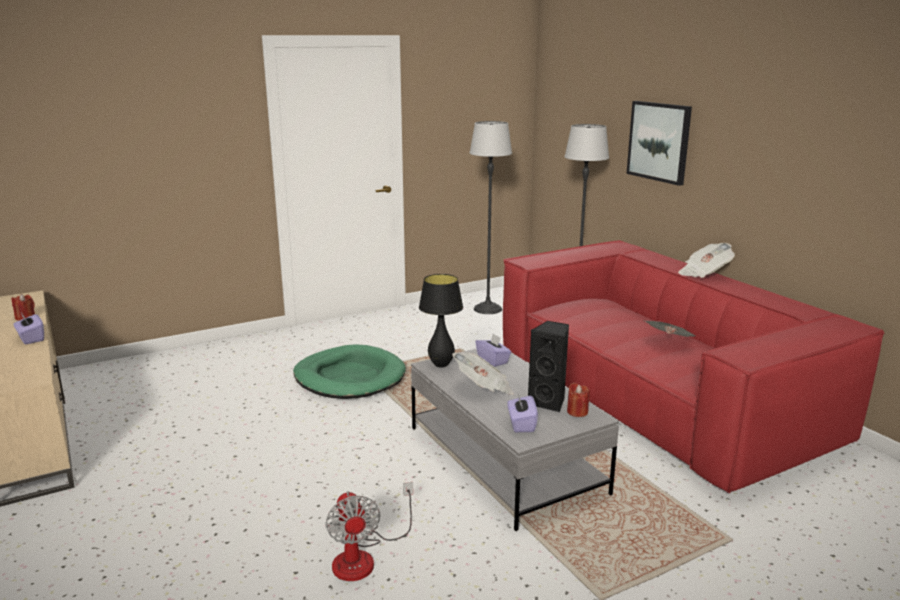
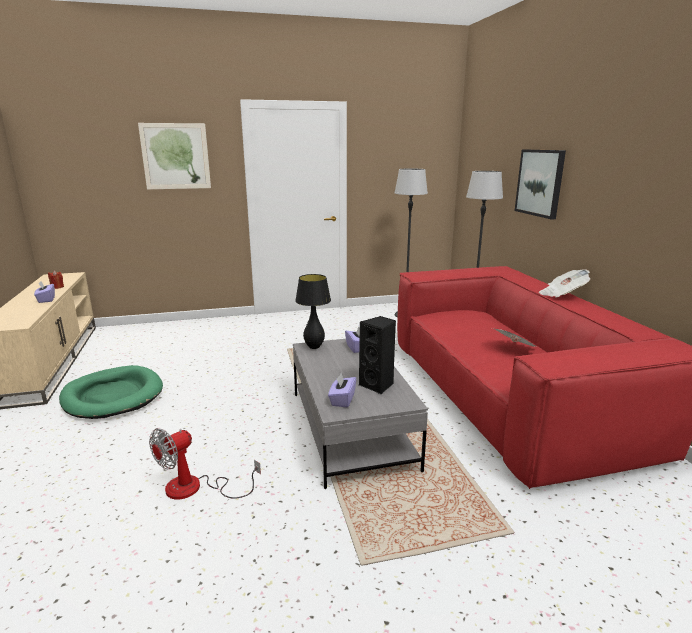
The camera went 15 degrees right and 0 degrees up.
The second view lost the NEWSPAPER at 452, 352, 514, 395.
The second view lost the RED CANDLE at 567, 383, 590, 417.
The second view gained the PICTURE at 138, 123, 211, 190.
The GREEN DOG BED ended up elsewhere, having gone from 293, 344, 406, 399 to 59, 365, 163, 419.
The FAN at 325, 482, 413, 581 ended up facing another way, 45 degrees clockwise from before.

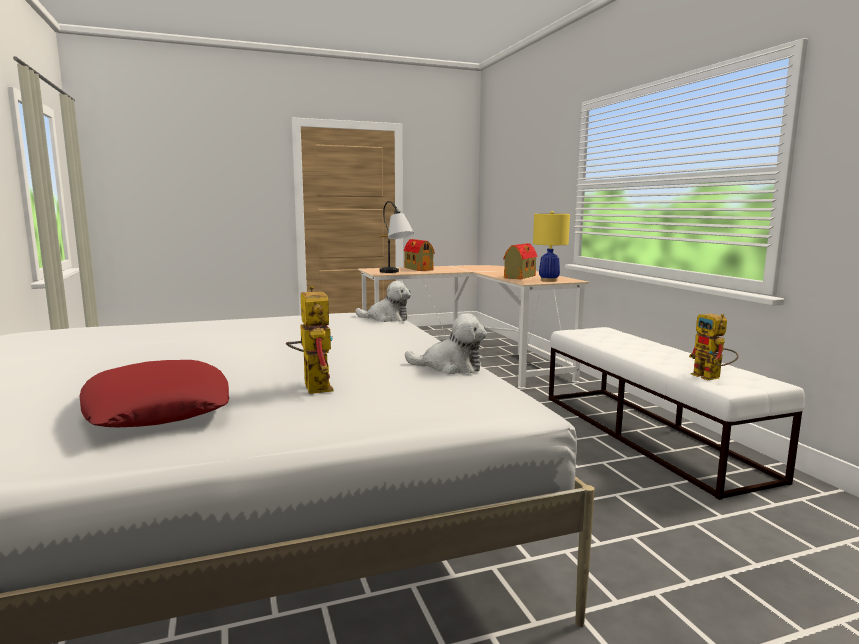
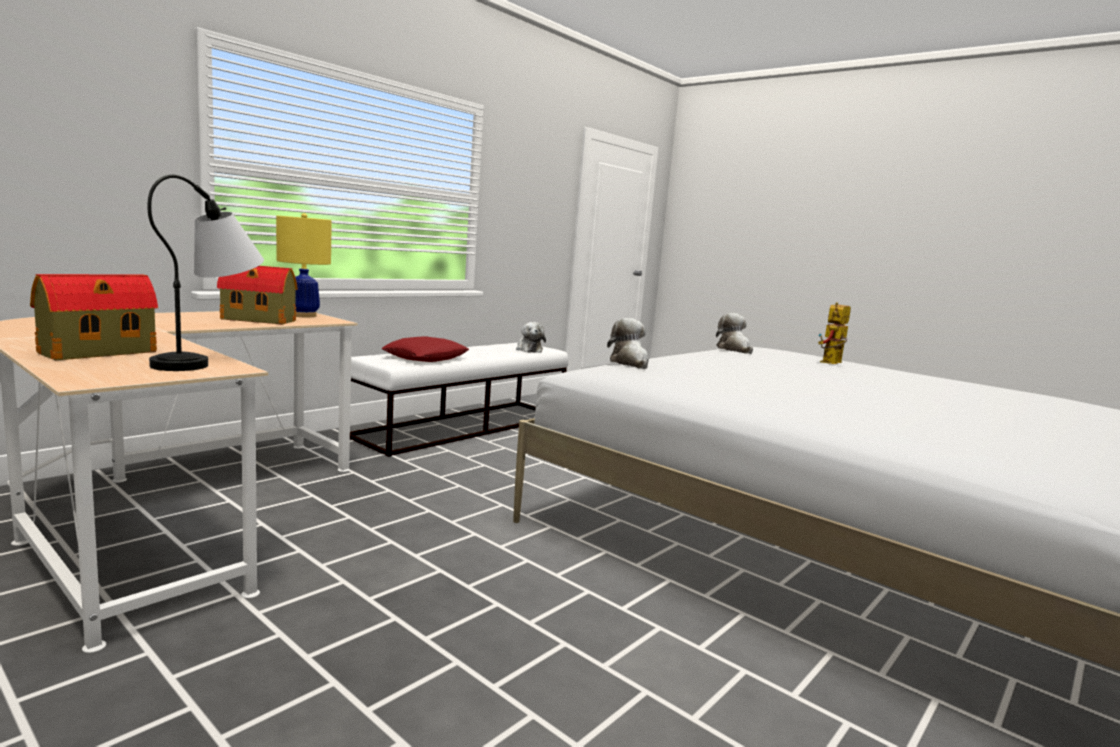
The camera went 120 degrees left and 0 degrees up.
The RED PILLOW ended up elsewhere, having gone from 79, 360, 229, 427 to 381, 336, 469, 362.
Where the TOY ROBOT stood at 689, 314, 739, 380, the PLUSH TOY came to stand at 516, 322, 546, 353.

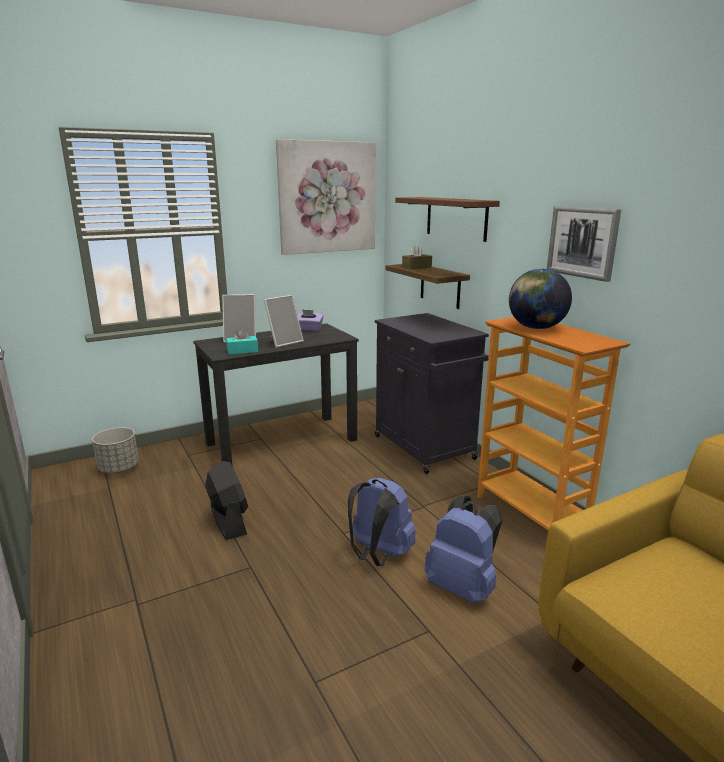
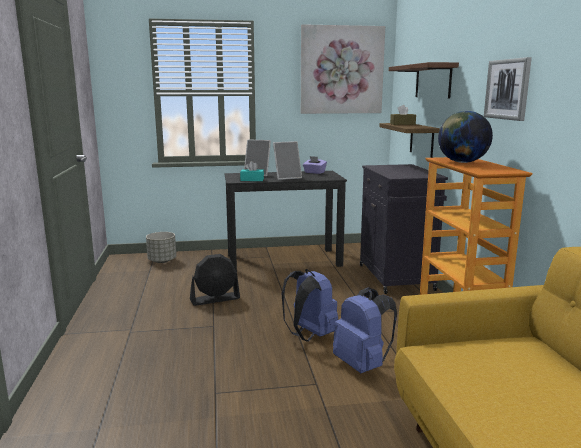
The camera went 20 degrees right and 5 degrees down.
The BLACK FAN at 205, 461, 248, 540 ended up facing another way, 75 degrees clockwise from before.

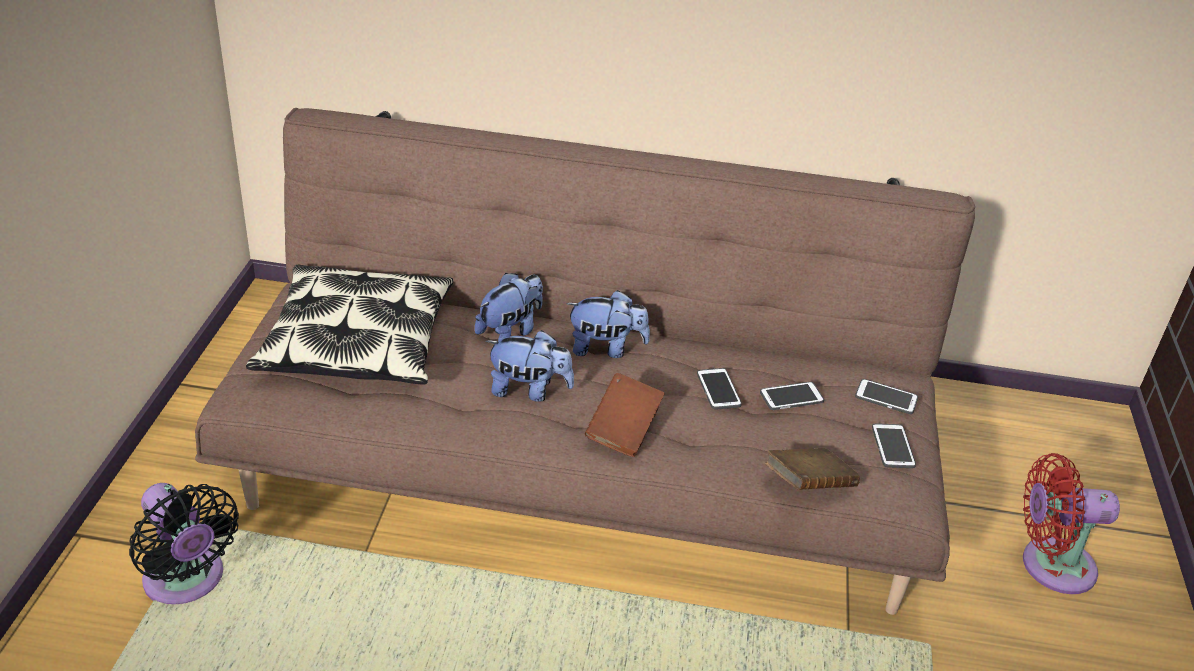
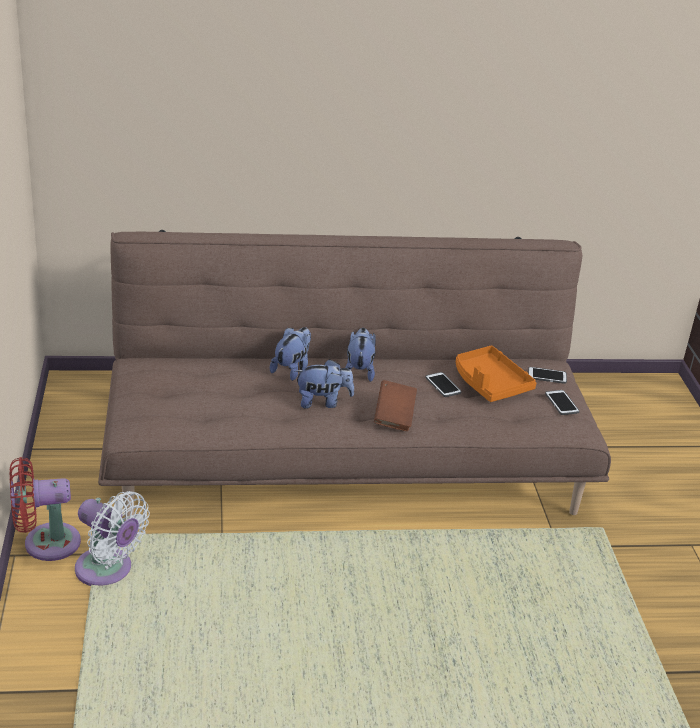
The camera went 15 degrees left and 5 degrees down.
The second view lost the PILLOW at 246, 265, 454, 385.
The second view lost the BROWN BOOK at 765, 448, 860, 490.
The RED FAN ended up elsewhere, having gone from 1023, 453, 1120, 594 to 9, 457, 81, 561.
Where the PHONE stood at 760, 382, 824, 410, the ORANGE TRAY came to stand at 456, 346, 536, 402.
What was the BLACK FAN at 129, 483, 239, 604 turned into the WHITE FAN at 75, 491, 150, 586.
The PLUSH TOY at 566, 290, 650, 358 ended up facing another way, 75 degrees counterclockwise from before.

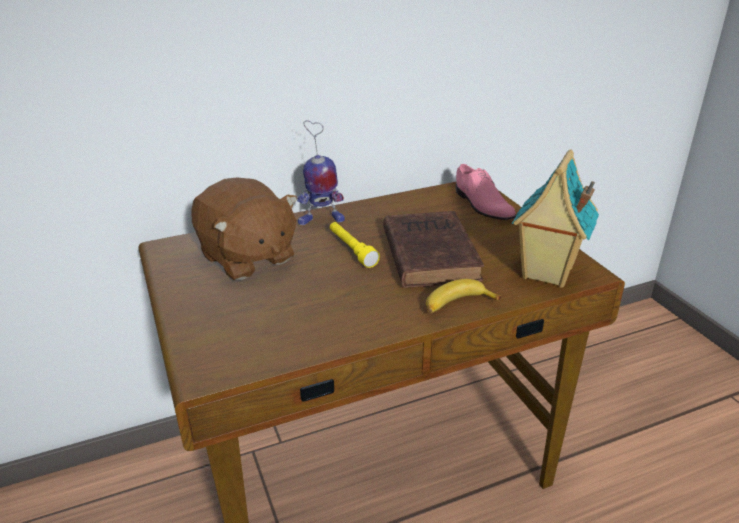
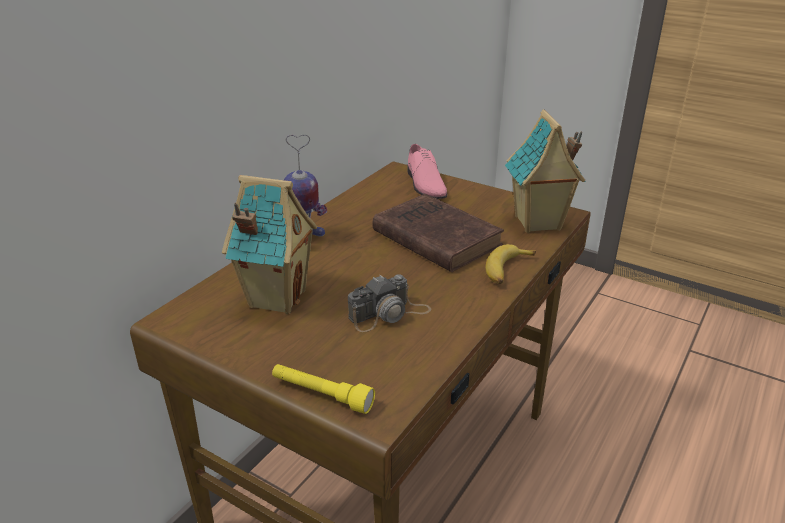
The camera went 35 degrees left and 0 degrees up.
The second view gained the PHOTO CAMERA at 348, 274, 431, 332.
The YELLOW FLASHLIGHT ended up elsewhere, having gone from 330, 222, 380, 268 to 272, 364, 375, 414.
Where the BROWN PLUSH TOY stood at 191, 177, 298, 280, the TOY HOUSE came to stand at 222, 175, 317, 314.
The PINK SHOE at 456, 164, 516, 220 ended up facing another way, 45 degrees clockwise from before.

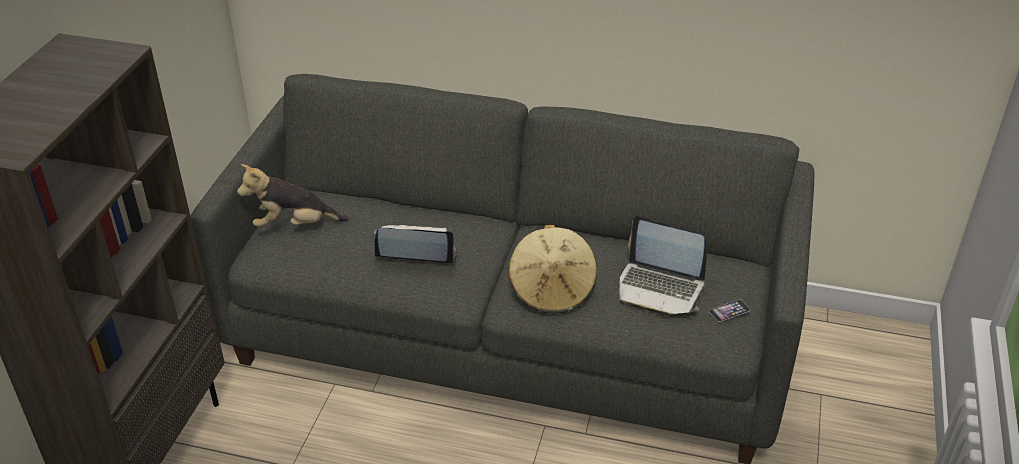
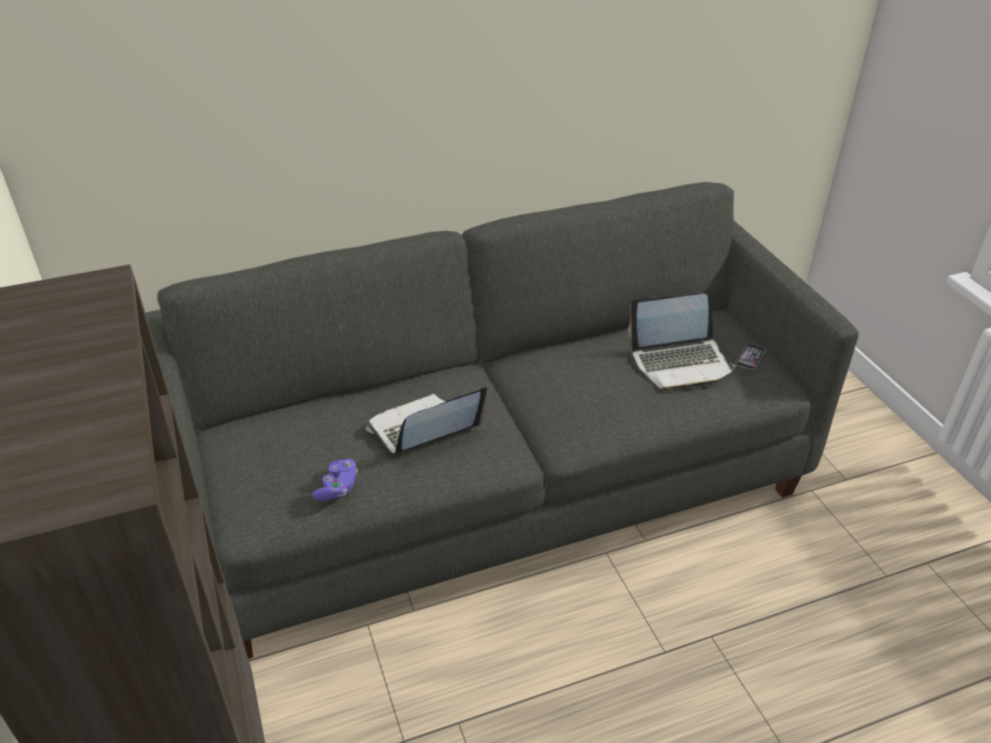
The camera went 35 degrees left and 0 degrees up.
The second view lost the PLUSH TOY at 237, 164, 349, 227.
The second view lost the BEIGE HAT at 508, 225, 597, 314.
The second view gained the PURPLE GAME CONTROLLER at 312, 459, 358, 501.

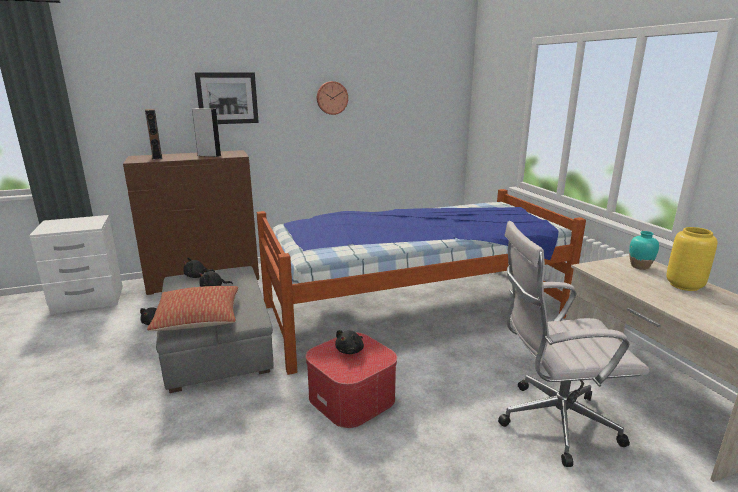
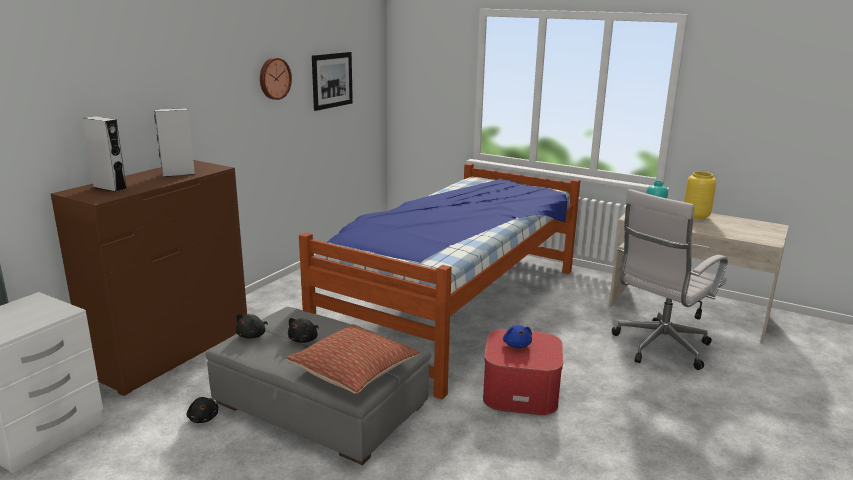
The camera went 40 degrees left and 0 degrees up.
The PICTURE ended up elsewhere, having gone from 195, 72, 259, 124 to 312, 52, 353, 111.
What was the BROWN SPEAKER at 145, 109, 162, 159 turned into the GREY SPEAKER at 82, 116, 127, 192.
What was the BLACK PLUSH TOY at 335, 330, 364, 354 turned into the BLUE PLUSH TOY at 503, 324, 532, 348.

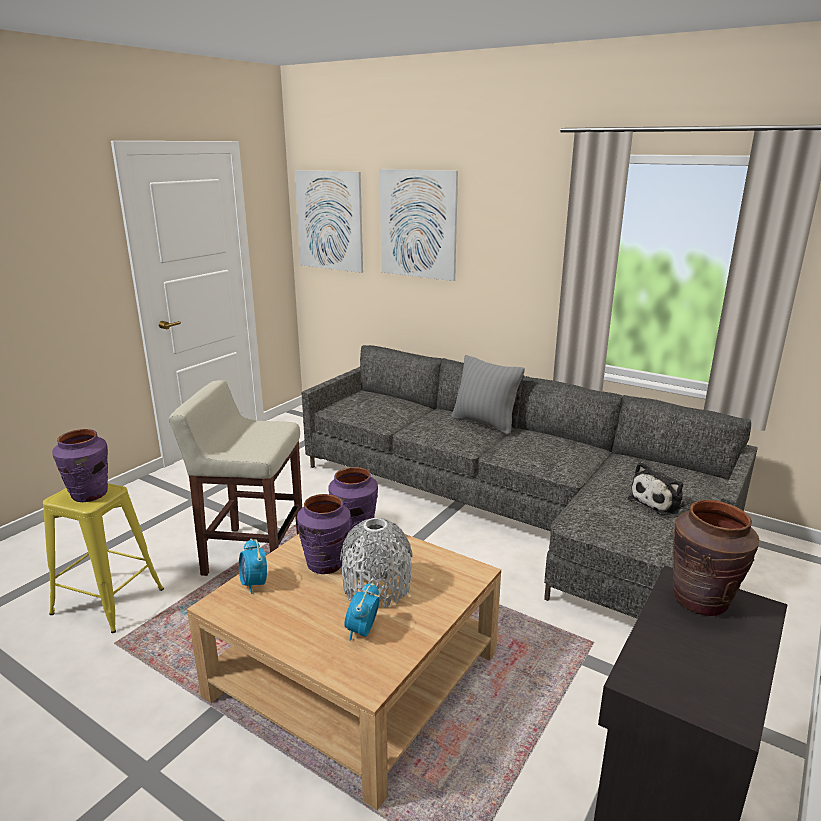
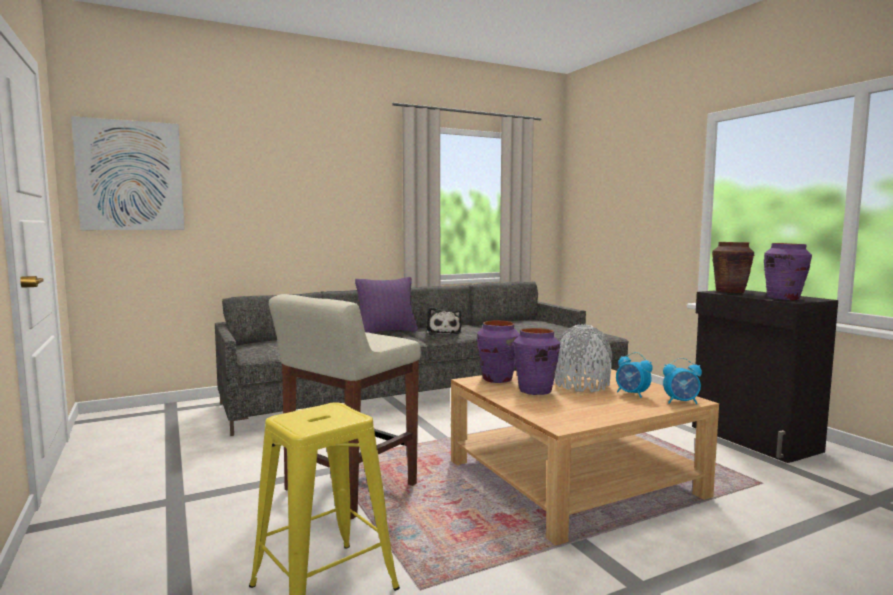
The camera went 60 degrees left and 15 degrees down.
The second view lost the PICTURE at 380, 169, 458, 281.
The PURPLE VASE ended up elsewhere, having gone from 52, 429, 108, 502 to 764, 243, 812, 300.
The ALARM CLOCK ended up elsewhere, having gone from 239, 538, 267, 594 to 663, 358, 702, 404.
The PLUSH TOY ended up elsewhere, having gone from 628, 462, 686, 516 to 426, 307, 461, 335.
What was the GREY PILLOW at 451, 355, 525, 435 turned into the PURPLE PILLOW at 355, 277, 418, 333.

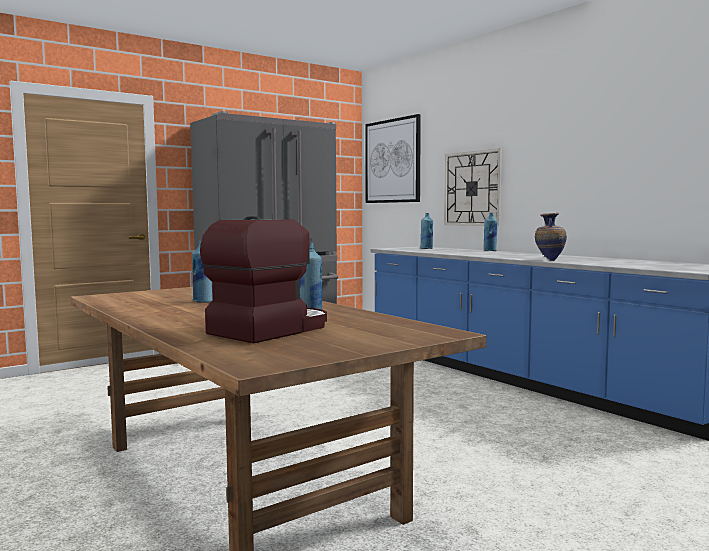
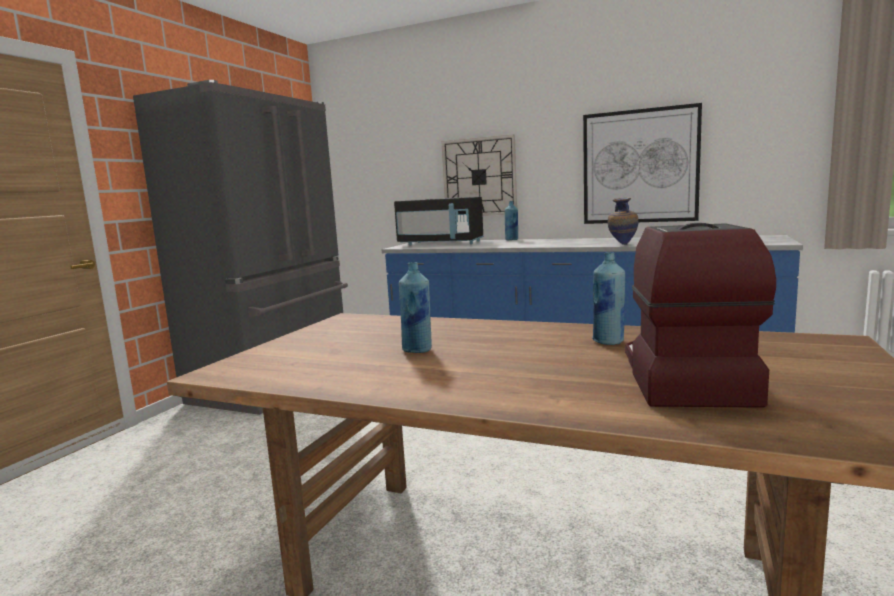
The camera went 30 degrees left and 5 degrees up.
The PICTURE ended up elsewhere, having gone from 365, 114, 421, 203 to 583, 103, 702, 224.
Where the BLUE BOTTLE stood at 421, 213, 433, 249, the BLACK MICROWAVE came to stand at 394, 196, 484, 245.

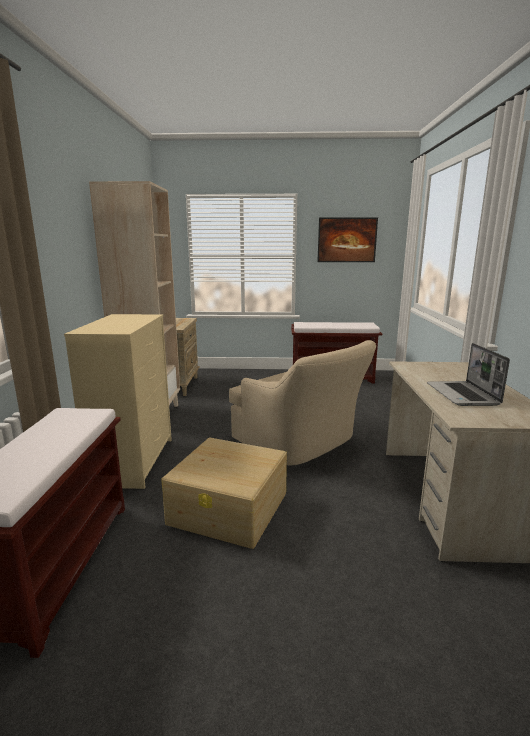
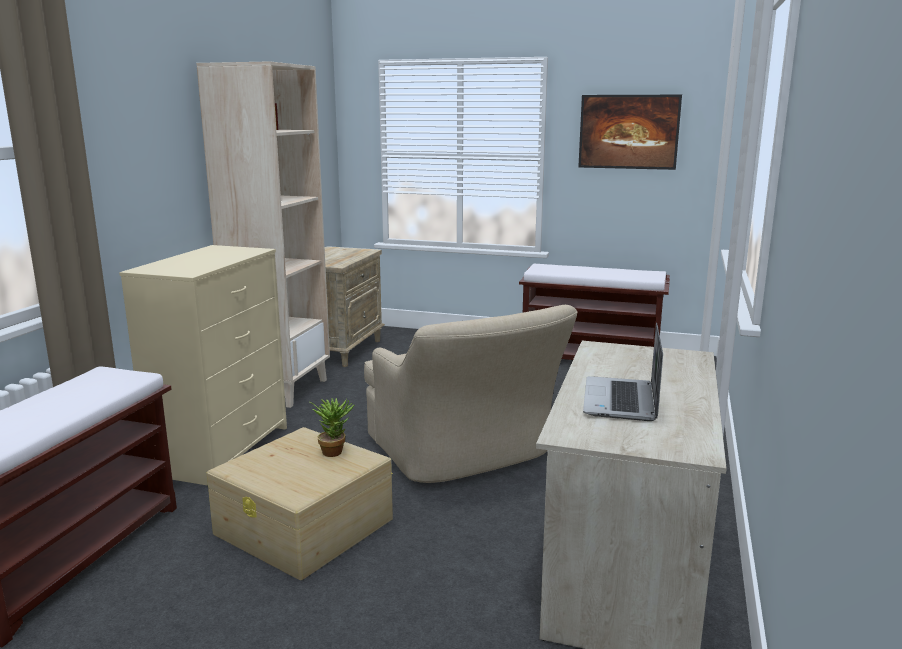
The camera went 15 degrees right and 0 degrees up.
The second view gained the POTTED PLANT at 309, 398, 354, 457.

